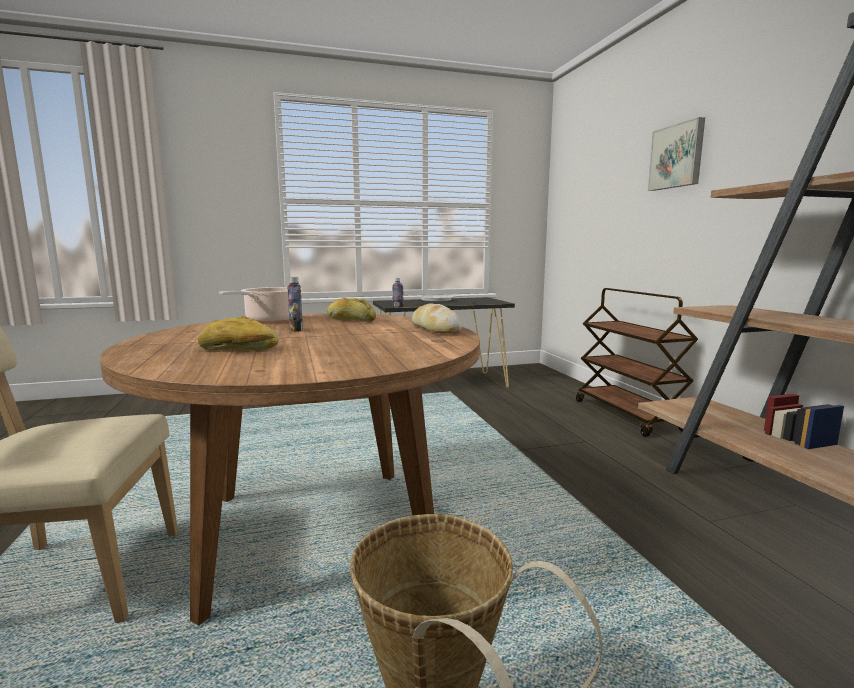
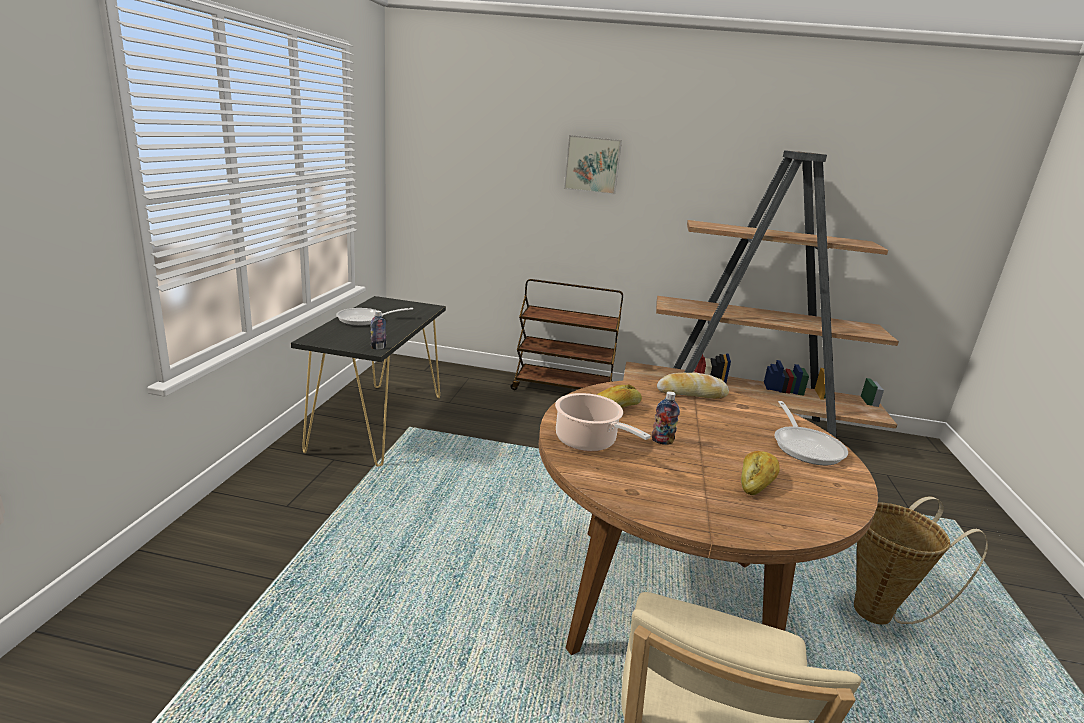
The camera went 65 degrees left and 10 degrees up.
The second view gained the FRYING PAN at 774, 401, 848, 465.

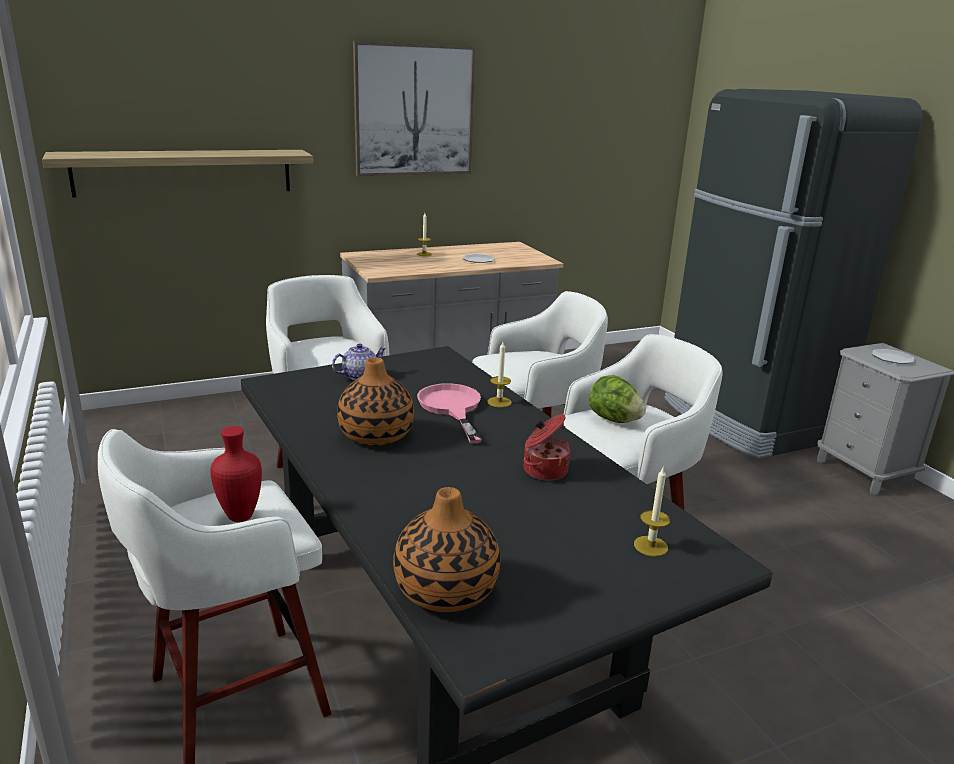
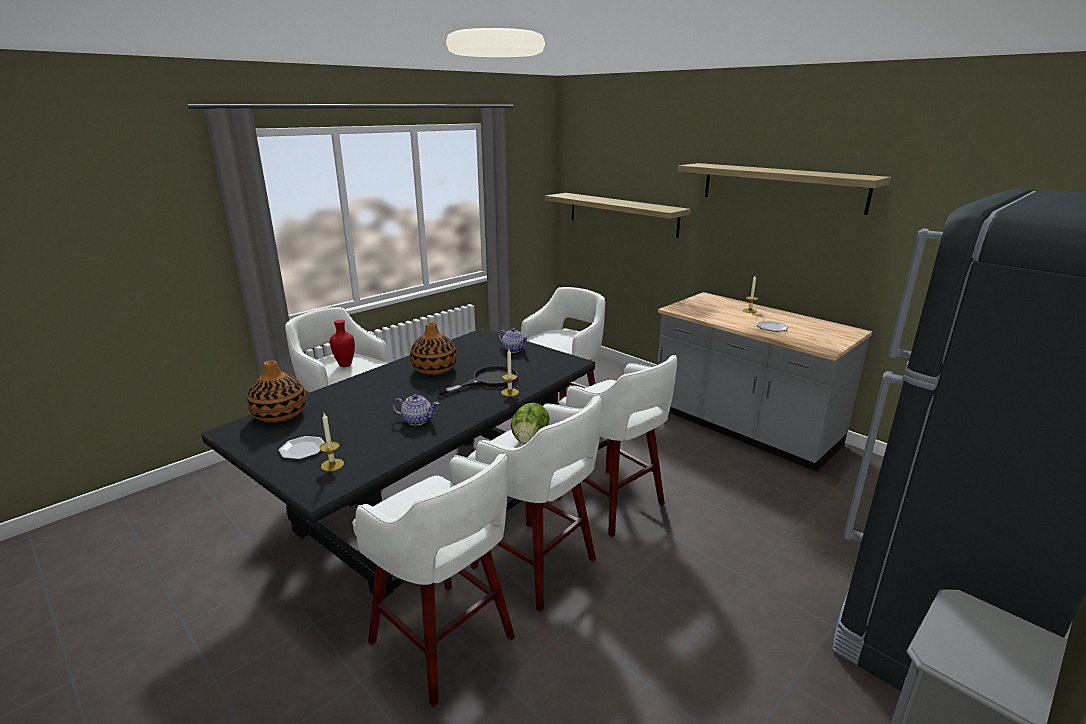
The camera went 70 degrees right and 0 degrees up.
The second view gained the WHITE STOOL at 352, 454, 515, 707.
The PLATE ended up elsewhere, having gone from 872, 349, 914, 364 to 279, 436, 325, 460.
Where the PICTURE hung at 353, 41, 475, 176, the SHELF came to hang at 677, 163, 891, 215.
Where the COOKING POT stood at 524, 414, 570, 481, the TEAPOT came to stand at 392, 394, 439, 426.
What was the PINK FRYING PAN at 417, 383, 482, 443 turned into the BLACK FRYING PAN at 437, 365, 518, 396.

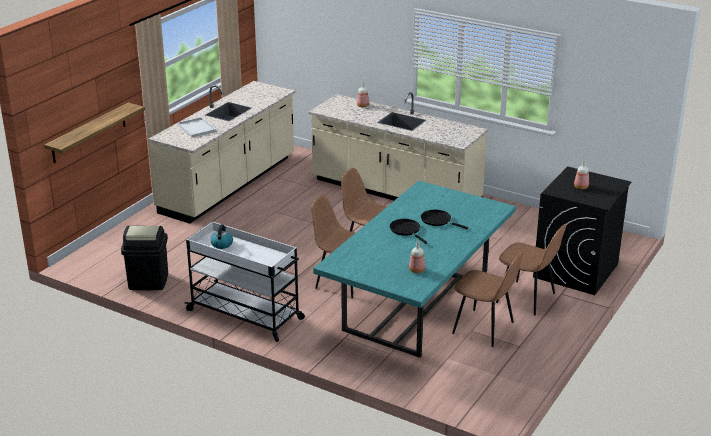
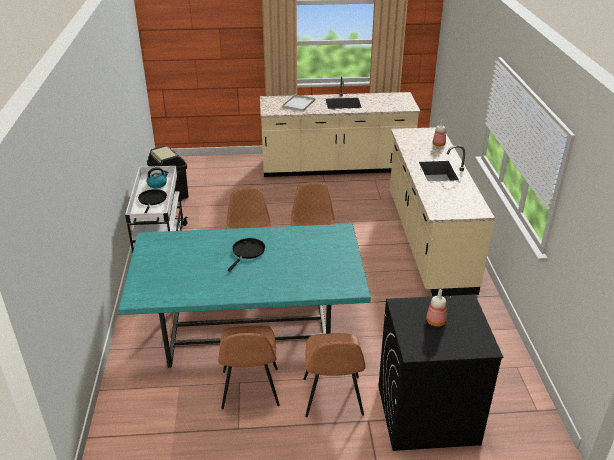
The camera went 55 degrees right and 5 degrees up.
The second view lost the SHELF at 44, 103, 145, 163.
The second view lost the BOTTLE at 409, 241, 425, 273.
The BLACK FRYING PAN ended up elsewhere, having gone from 421, 210, 468, 229 to 138, 189, 167, 213.

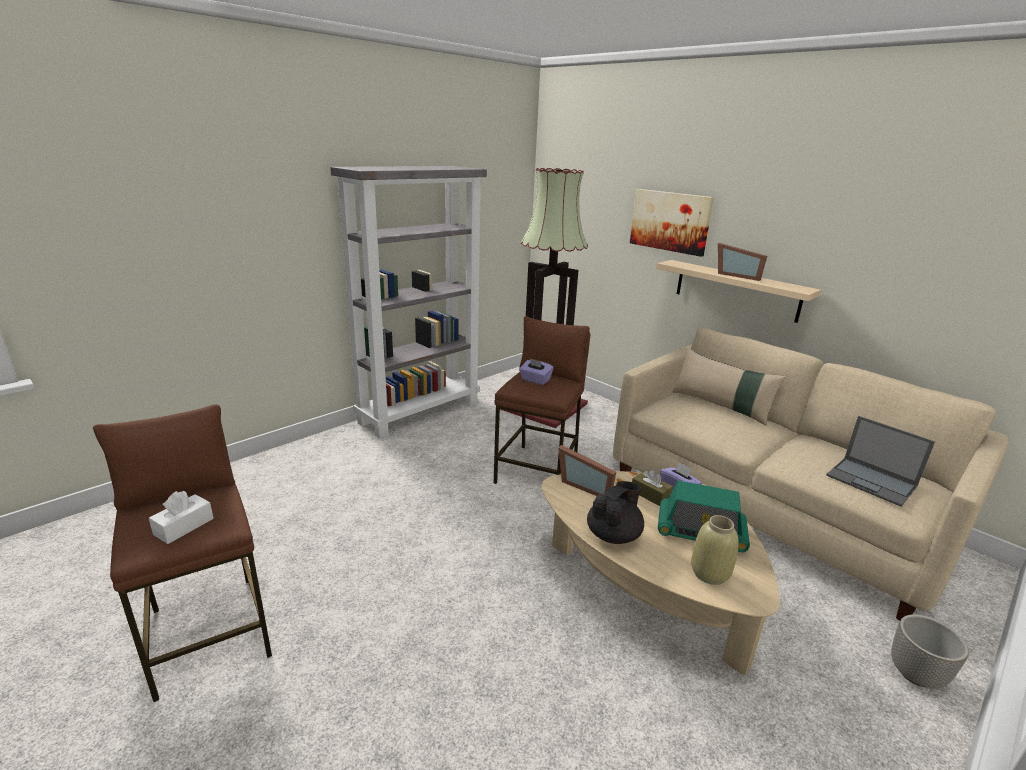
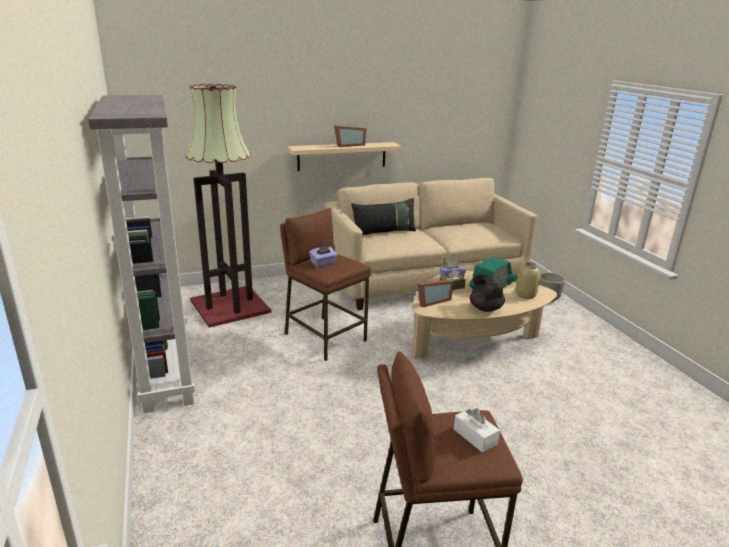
The camera went 65 degrees left and 0 degrees up.
The second view lost the PICTURE at 630, 189, 714, 257.
The second view lost the LAPTOP at 826, 416, 935, 507.
What was the BEIGE PILLOW at 673, 348, 786, 426 turned into the BLACK PILLOW at 351, 198, 416, 235.

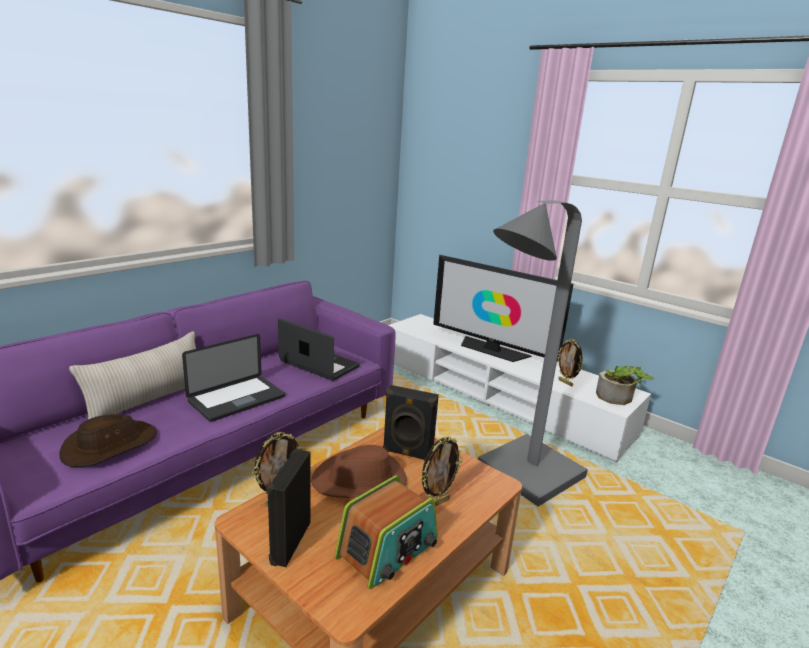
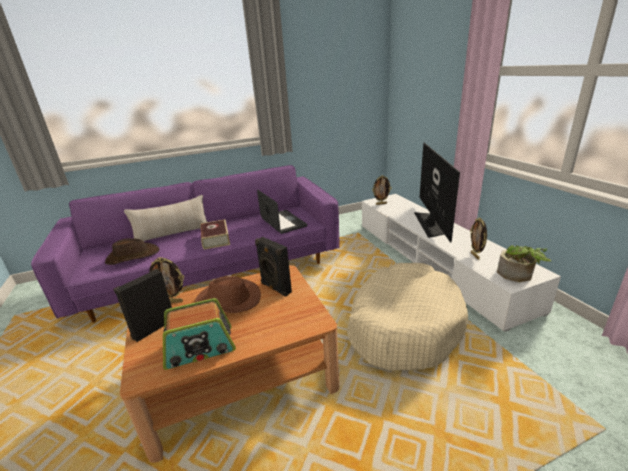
The camera went 30 degrees right and 5 degrees up.
The PICTURE FRAME ended up elsewhere, having gone from 421, 436, 463, 506 to 372, 175, 392, 205.
Where the LAPTOP stood at 182, 334, 285, 422, the BOOK came to stand at 201, 220, 230, 250.
Where the GREY FLOOR LAMP stood at 478, 200, 588, 507, the BEIGE DOG BED came to stand at 347, 263, 468, 371.
The TELEVISION at 433, 255, 573, 362 ended up facing another way, 150 degrees counterclockwise from before.

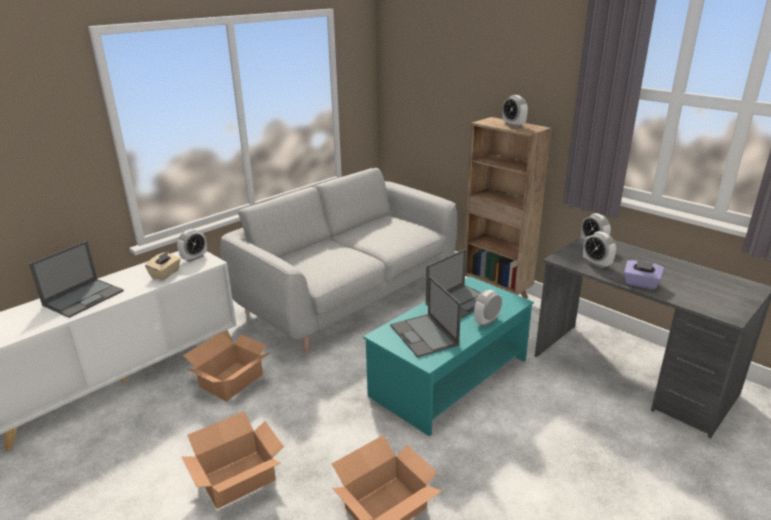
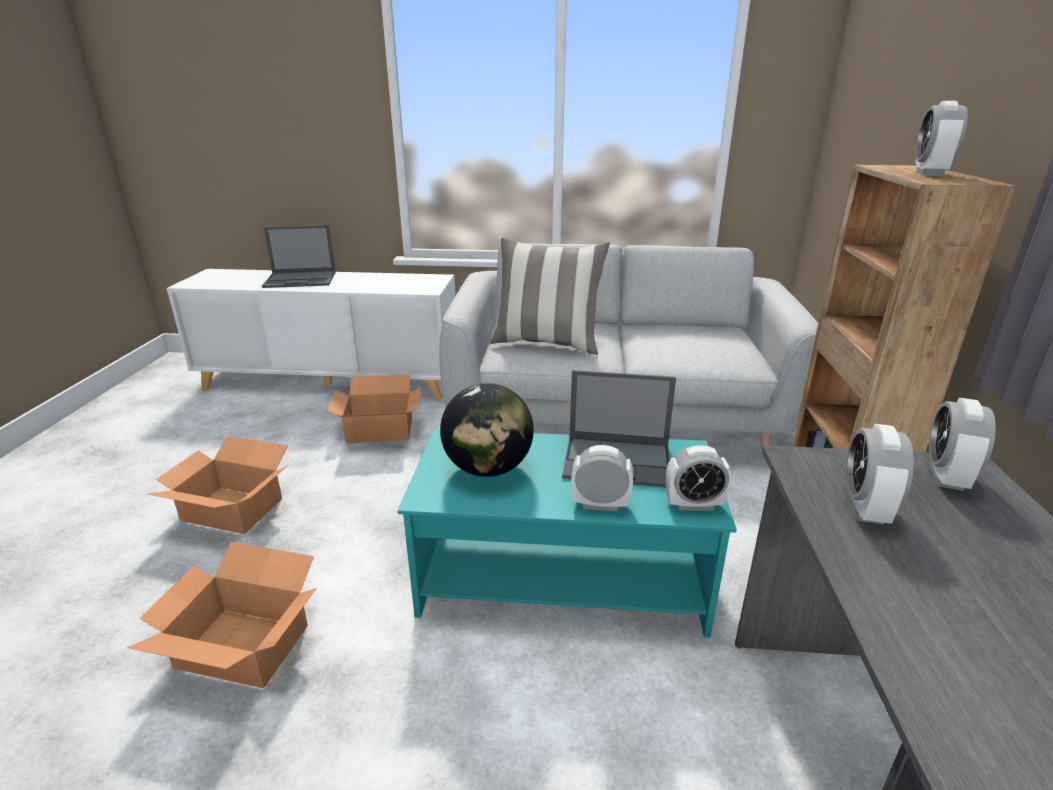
The camera went 50 degrees right and 0 degrees up.
The second view lost the BEIGE TISSUE BOX at 145, 251, 181, 280.
The second view lost the PURPLE TISSUE BOX at 624, 260, 664, 290.
The second view gained the PILLOW at 490, 237, 610, 355.
The ALARM CLOCK ended up elsewhere, having gone from 177, 229, 207, 262 to 666, 445, 732, 511.
Where the LAPTOP stood at 390, 276, 461, 357, the GLOBE came to stand at 440, 383, 534, 477.

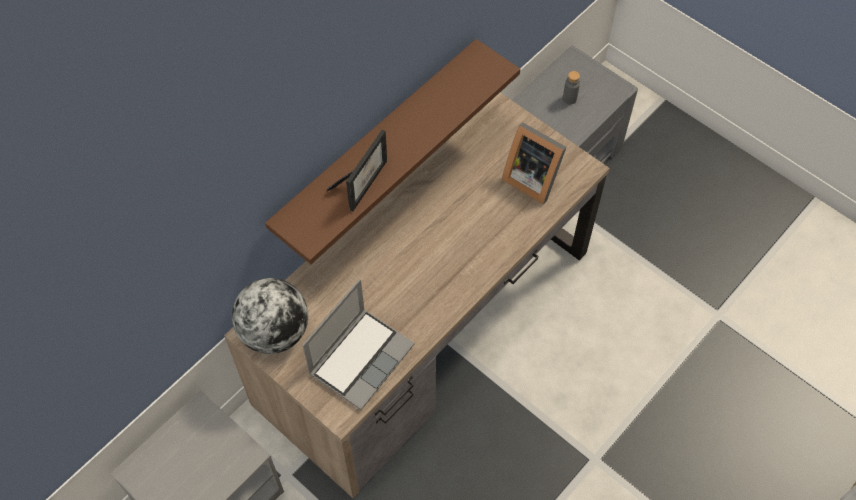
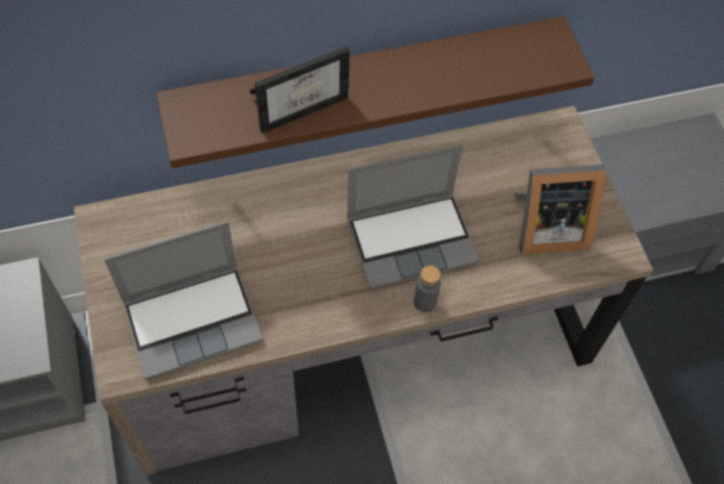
The camera went 30 degrees right and 0 degrees up.
The second view lost the GLOBE at 232, 278, 308, 354.
The second view gained the LAPTOP at 347, 145, 479, 289.
The GREY BOTTLE ended up elsewhere, having gone from 563, 71, 580, 105 to 414, 265, 441, 312.
The PICTURE FRAME at 502, 122, 567, 205 ended up facing another way, 75 degrees counterclockwise from before.

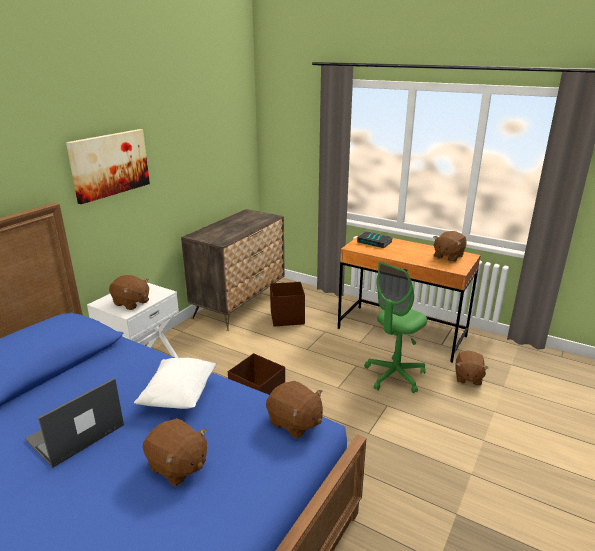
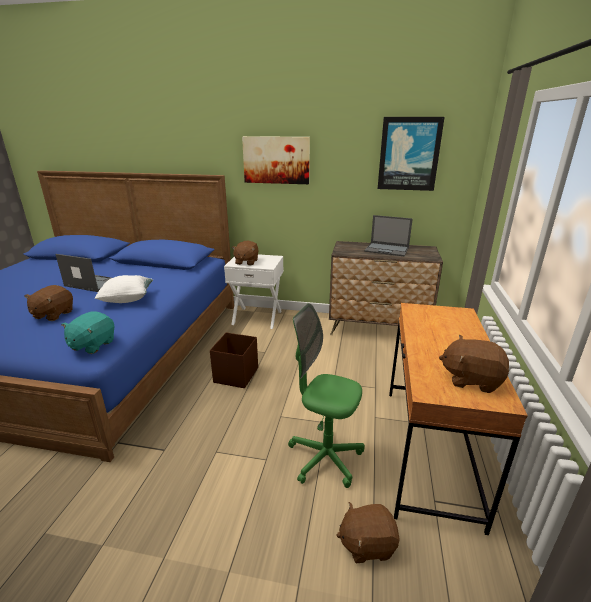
The camera went 70 degrees right and 0 degrees up.
The second view lost the BROWN STORAGE BOX at 270, 282, 305, 326.
The second view lost the BOOK at 357, 231, 393, 248.
The second view gained the LAPTOP at 364, 215, 413, 256.
The second view gained the PICTURE at 378, 117, 445, 191.
What was the BROWN PLUSH TOY at 266, 381, 323, 439 turned into the TURQUOISE PLUSH TOY at 61, 311, 115, 354.

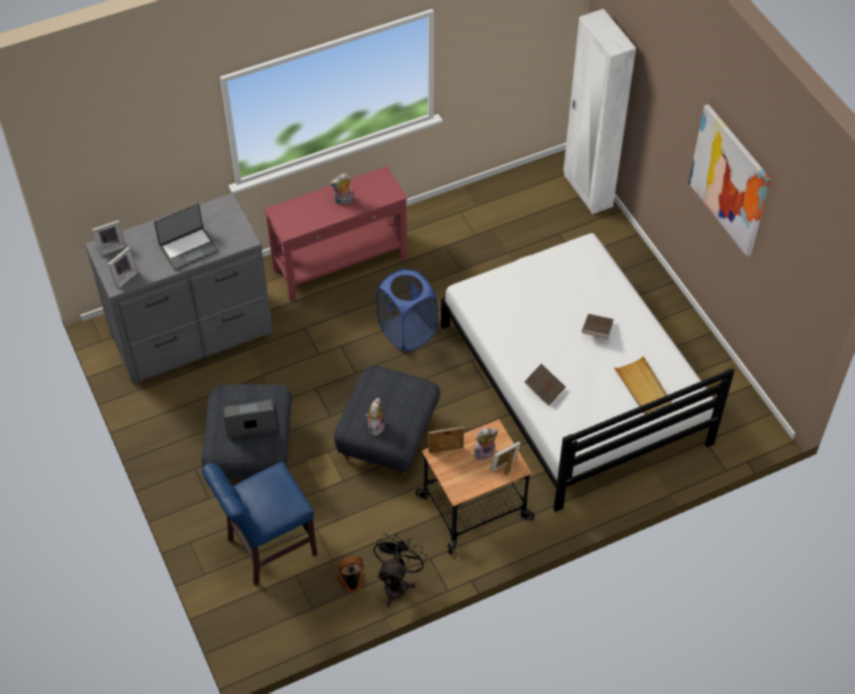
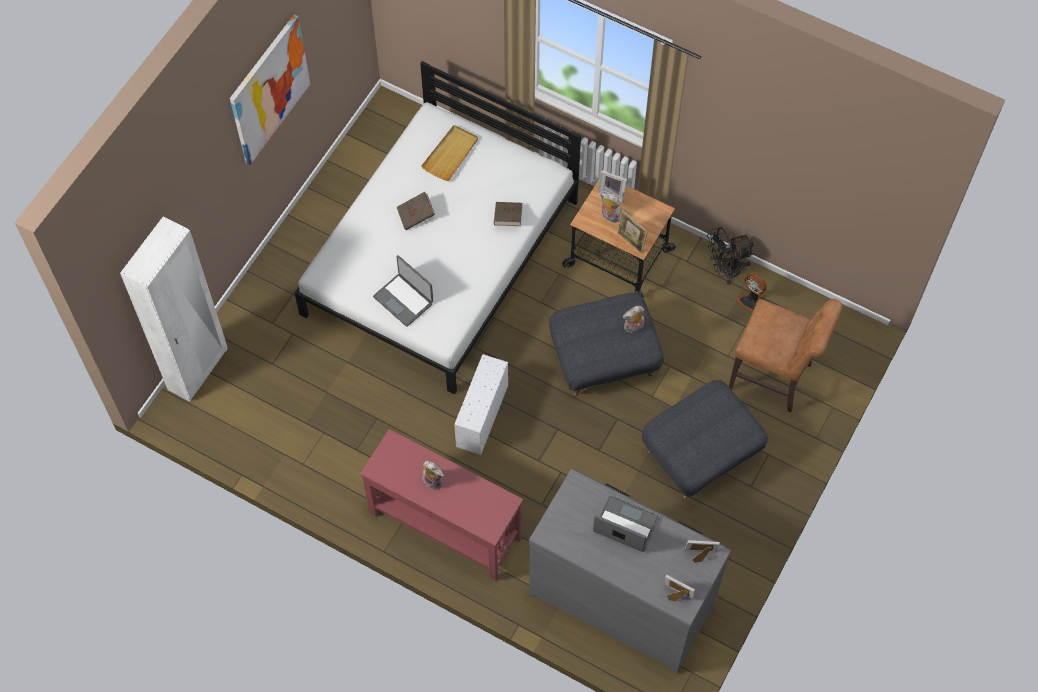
The camera went 125 degrees left and 10 degrees up.
The LAPTOP ended up elsewhere, having gone from 224, 400, 276, 438 to 373, 255, 433, 327.
Where the BLUE LAUNDRY BASKET stood at 377, 268, 438, 351, the WHITE STORAGE BOX came to stand at 454, 354, 508, 455.
What was the BLUE CHAIR at 202, 462, 317, 586 turned into the BROWN CHAIR at 729, 299, 843, 412.

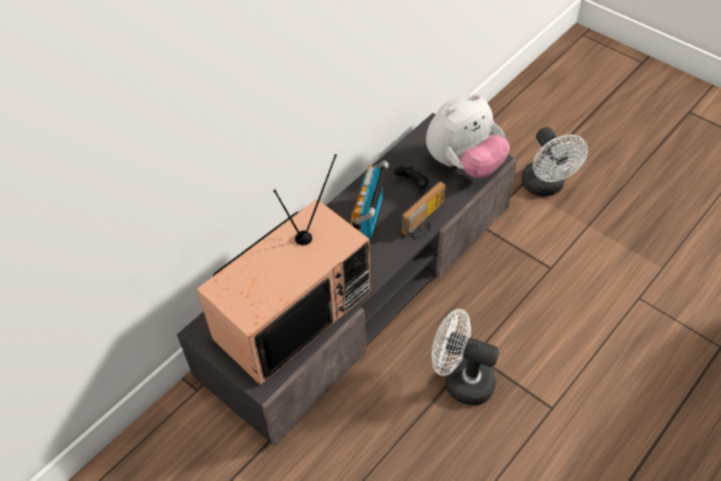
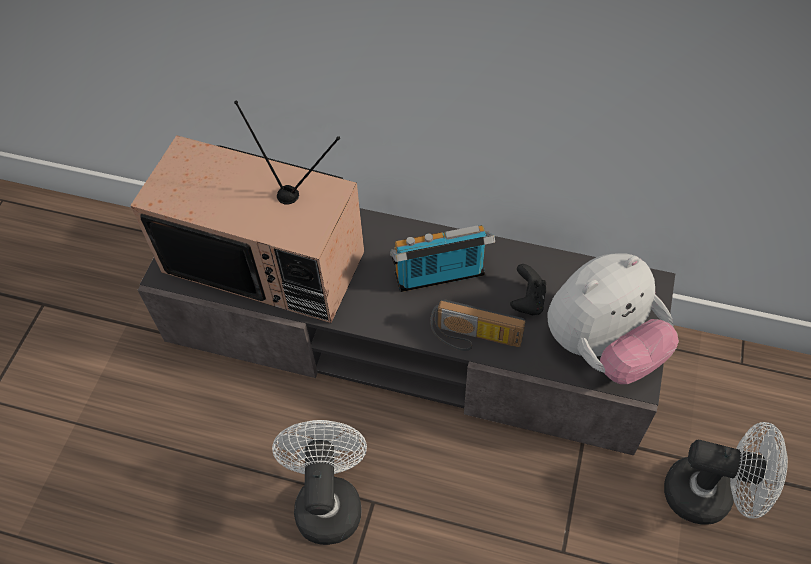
The camera went 65 degrees right and 5 degrees up.
The PLUSH TOY at 426, 93, 510, 178 ended up facing another way, 60 degrees counterclockwise from before.
The WHITE FAN at 521, 127, 588, 197 ended up facing another way, 120 degrees counterclockwise from before.

